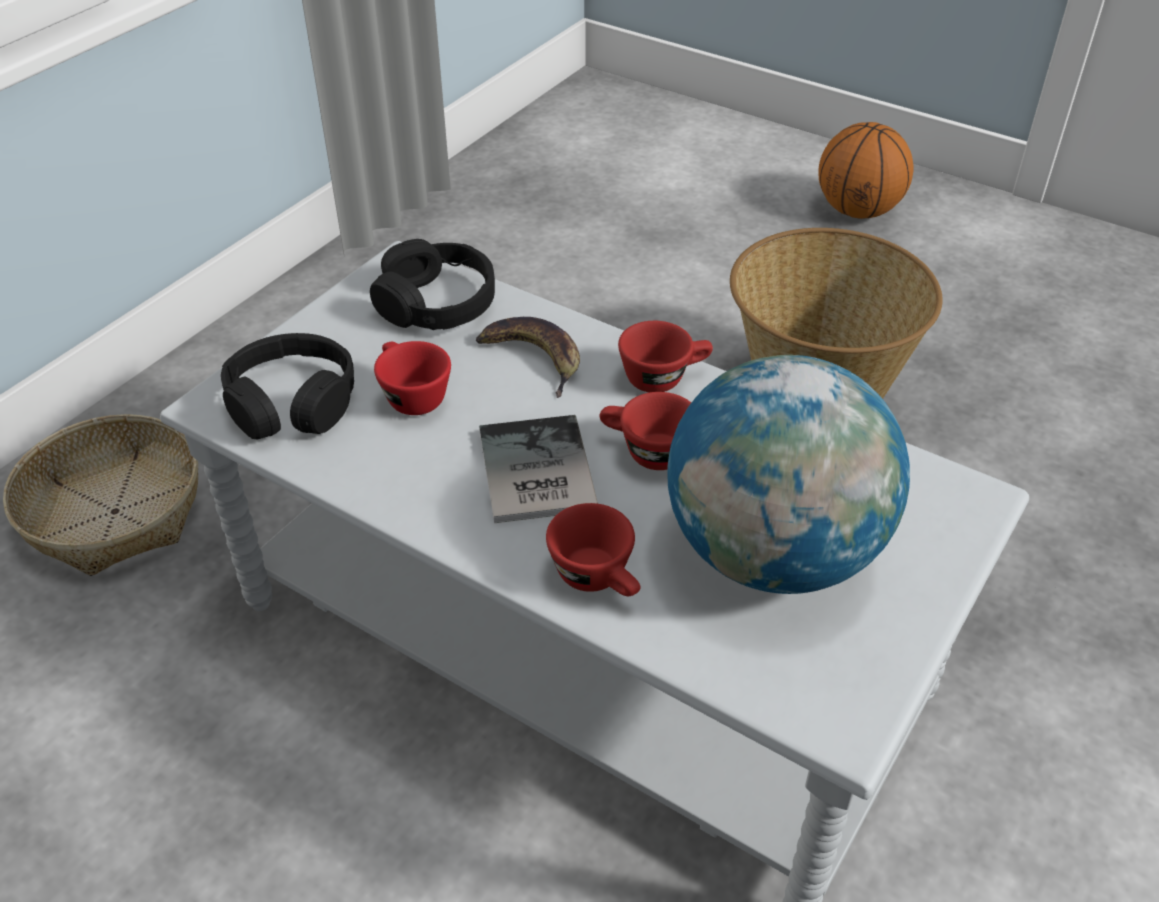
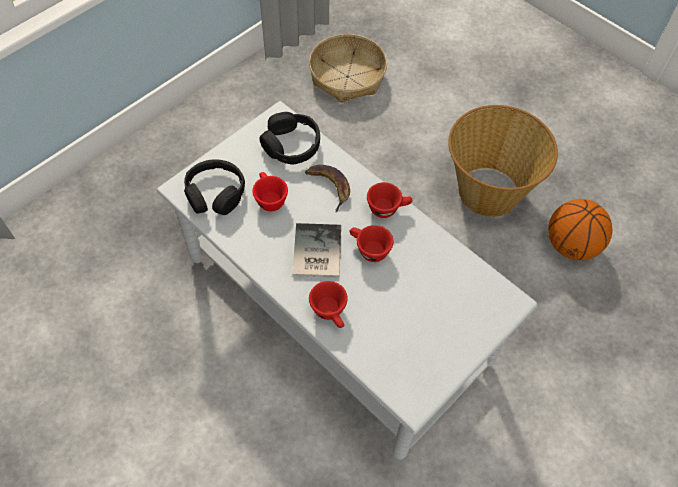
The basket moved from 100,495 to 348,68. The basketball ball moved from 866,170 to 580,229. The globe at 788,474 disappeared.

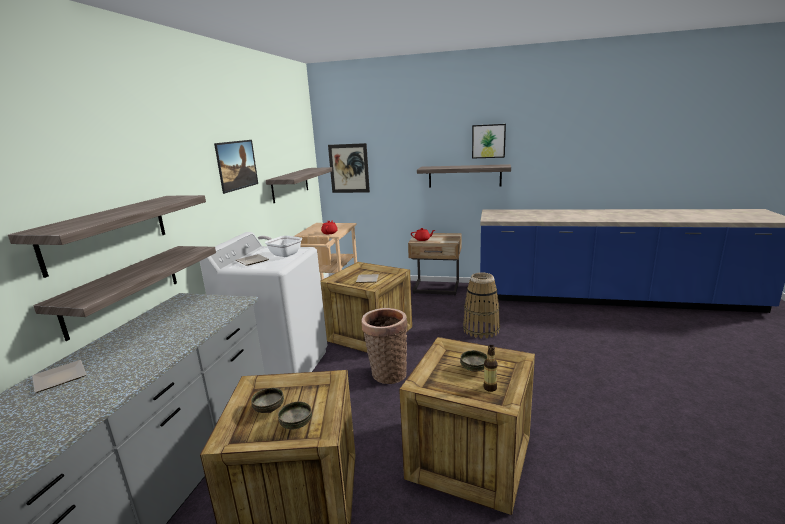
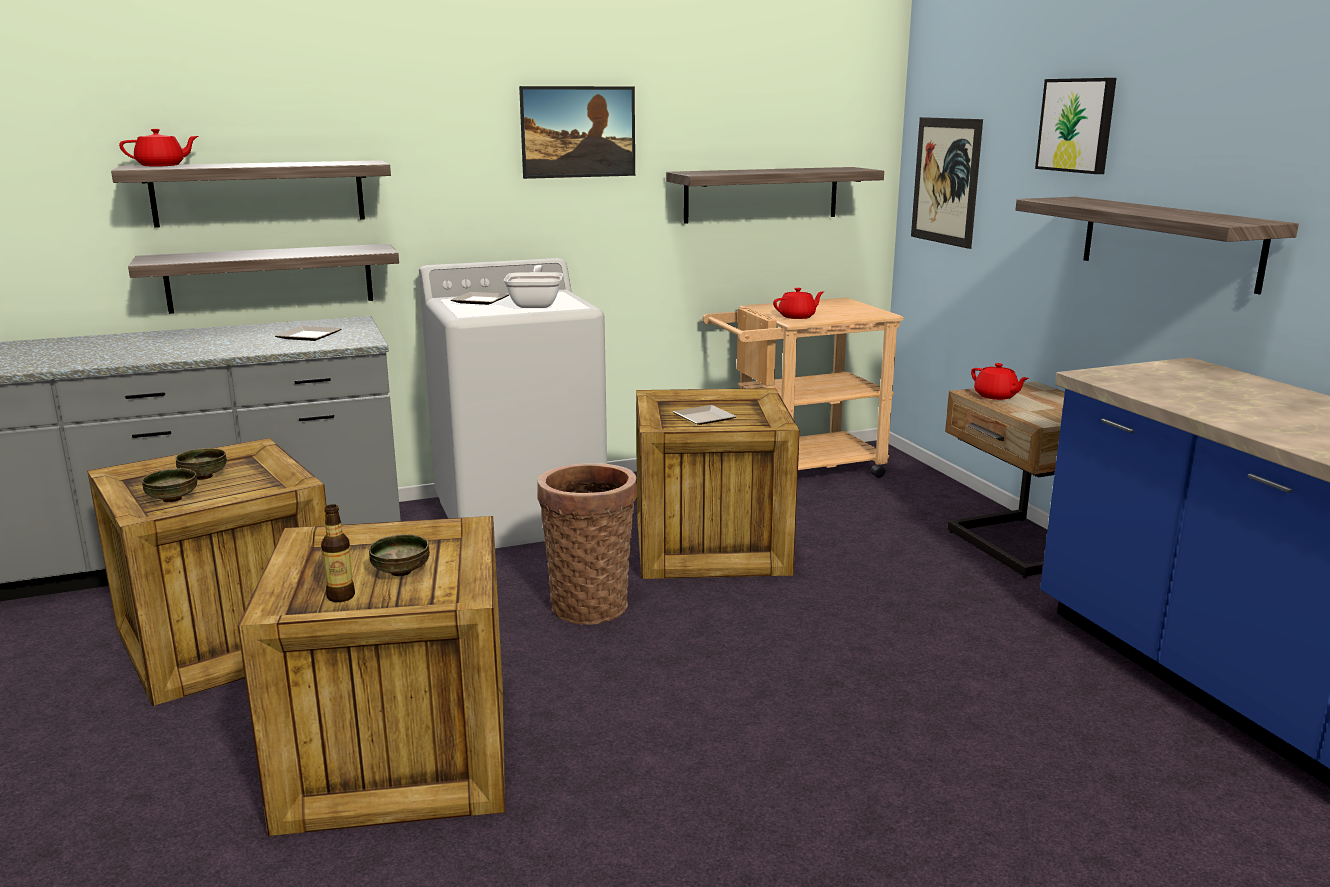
The teapot in red-coloured at 158,148 appeared. The plate moved from 59,376 to 308,333. The wall art moved from 489,141 to 1076,126. The basket at 481,305 disappeared.

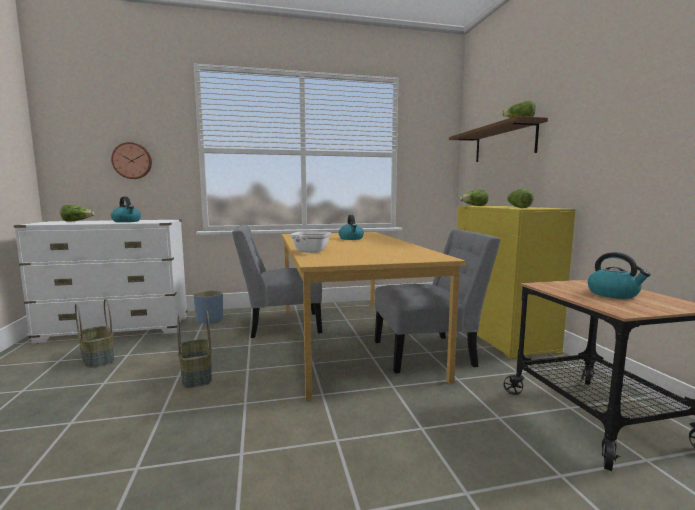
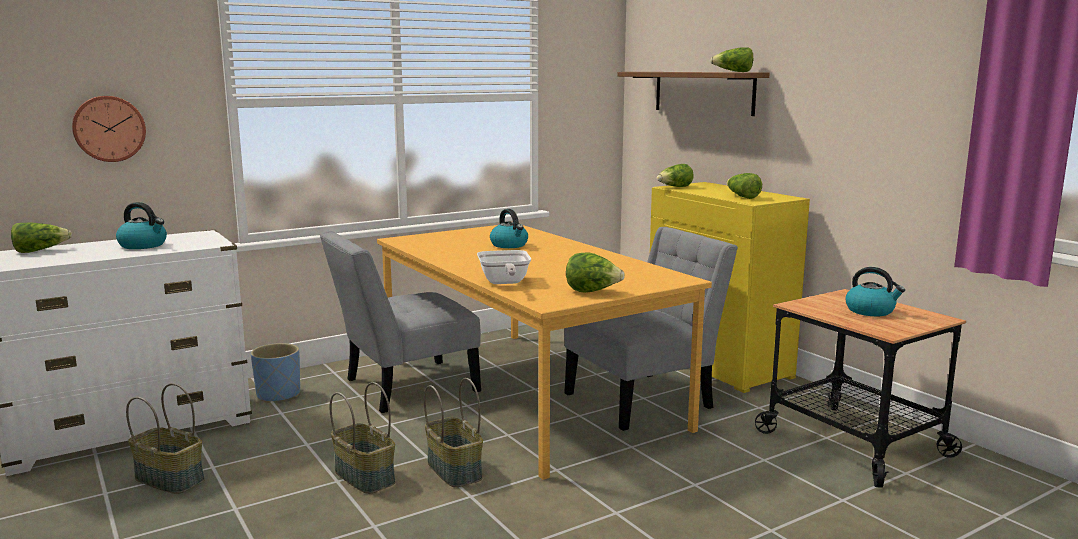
The basket at 453,432 appeared. The lettuce at 595,273 appeared.

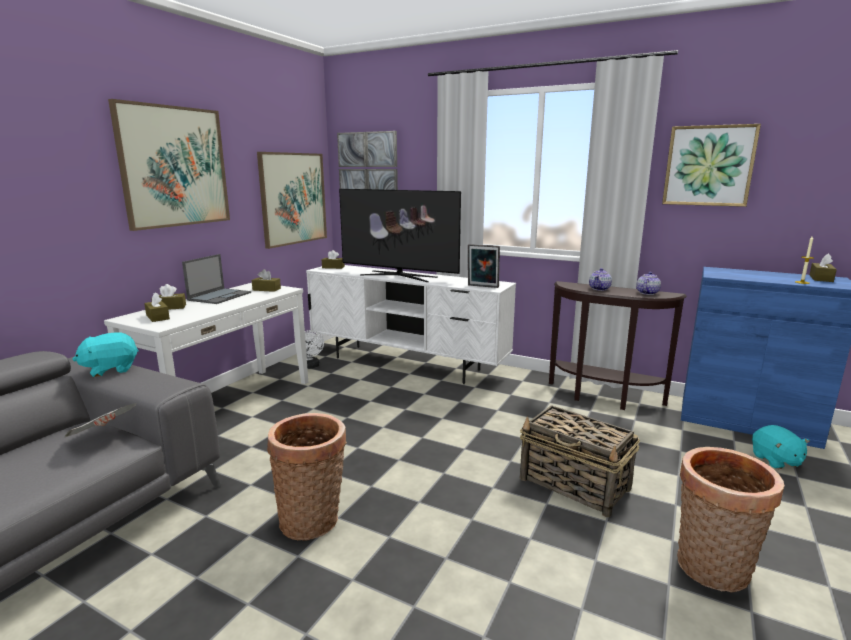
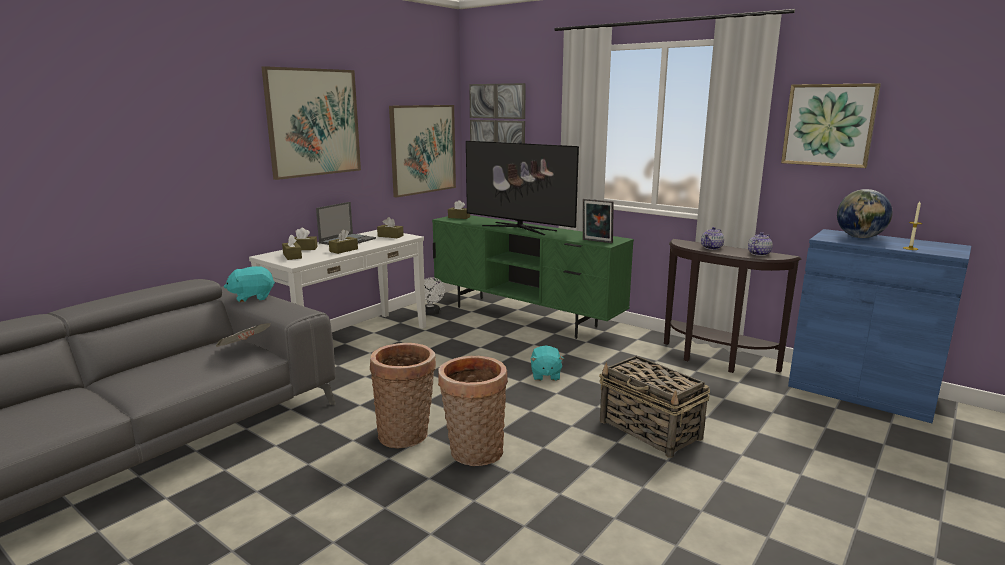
The box of tissues in brownish moved from 823,267 to 343,241. The tv stand in white-coloured at 411,324 became the tv stand in green at 533,277. The basket moved from 730,520 to 473,411. The plush toy in turquoise-coloured moved from 781,447 to 547,363. The globe at 864,213 appeared.

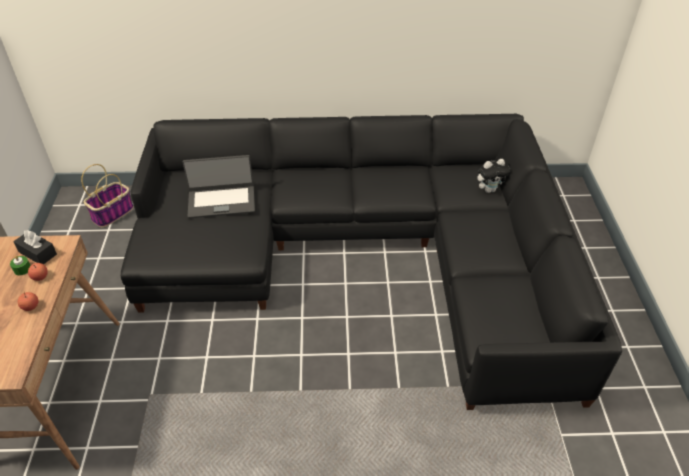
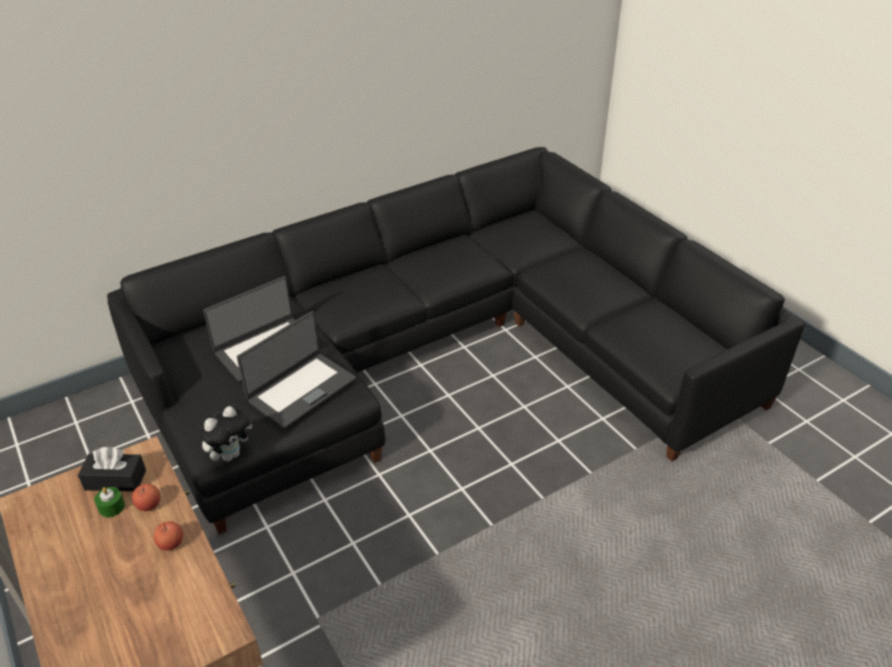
The plush toy moved from 493,176 to 226,434. The notebook computer at 296,370 appeared. The basket at 107,195 disappeared.

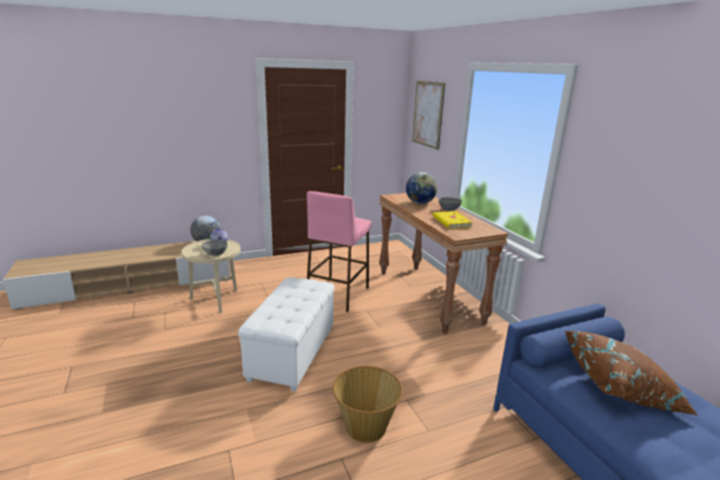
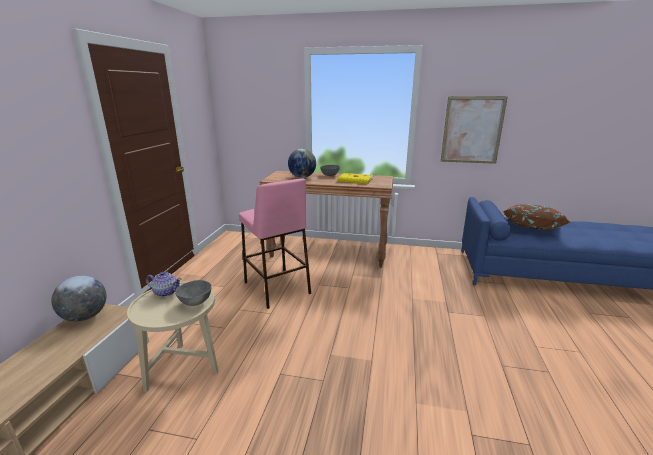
The wall art moved from 428,115 to 474,130. The ottoman in white-coloured at 286,334 disappeared. The basket at 368,404 disappeared.

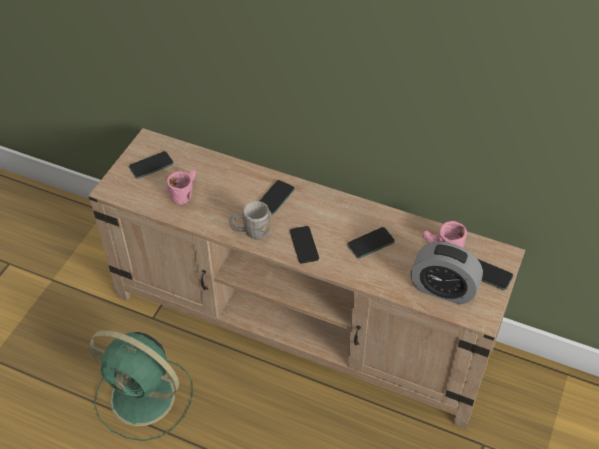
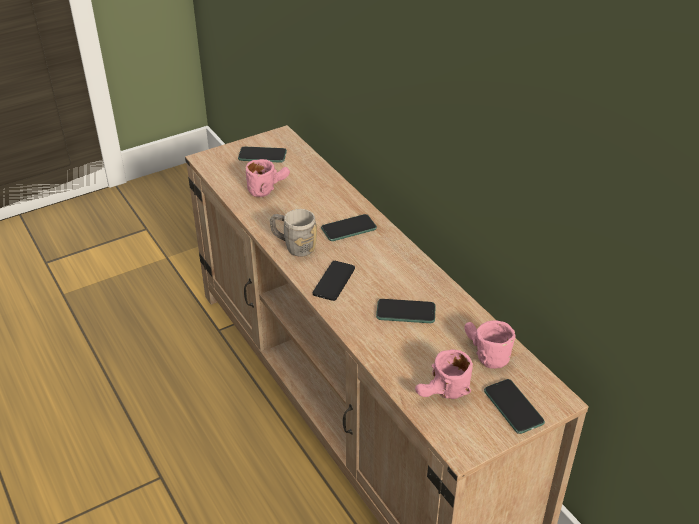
The alarm clock at 447,273 was replaced by the coffee mug in pink-coloured at 444,374. The electric fan in green at 141,385 disappeared.

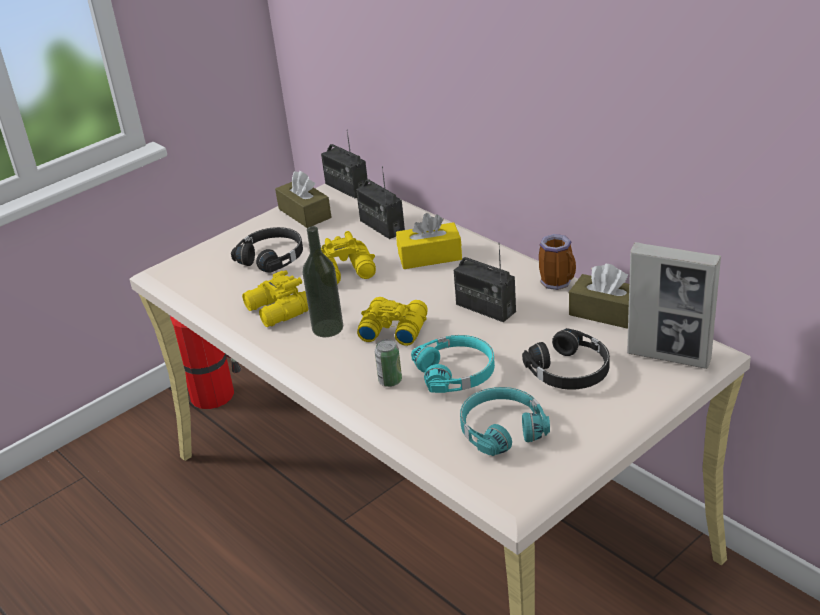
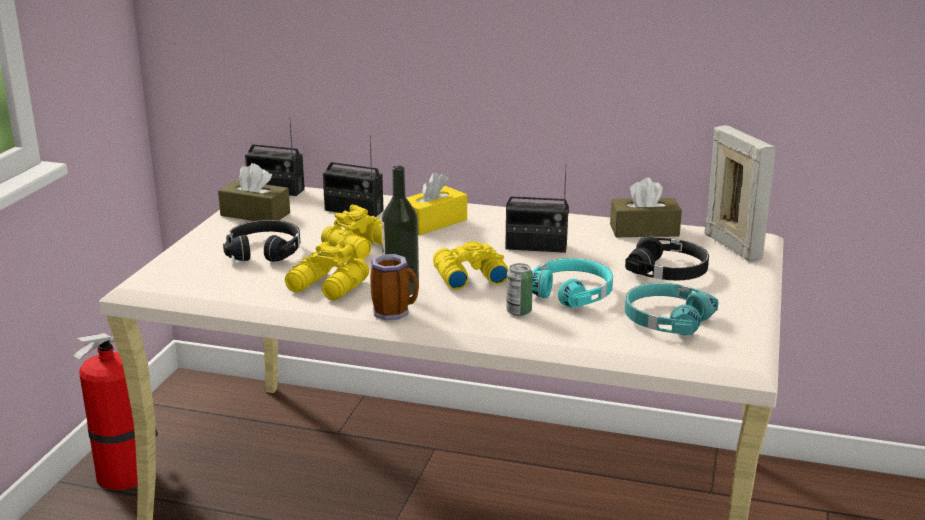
The coffee mug moved from 557,262 to 394,287. The photo frame at 674,305 turned 105 degrees counterclockwise.

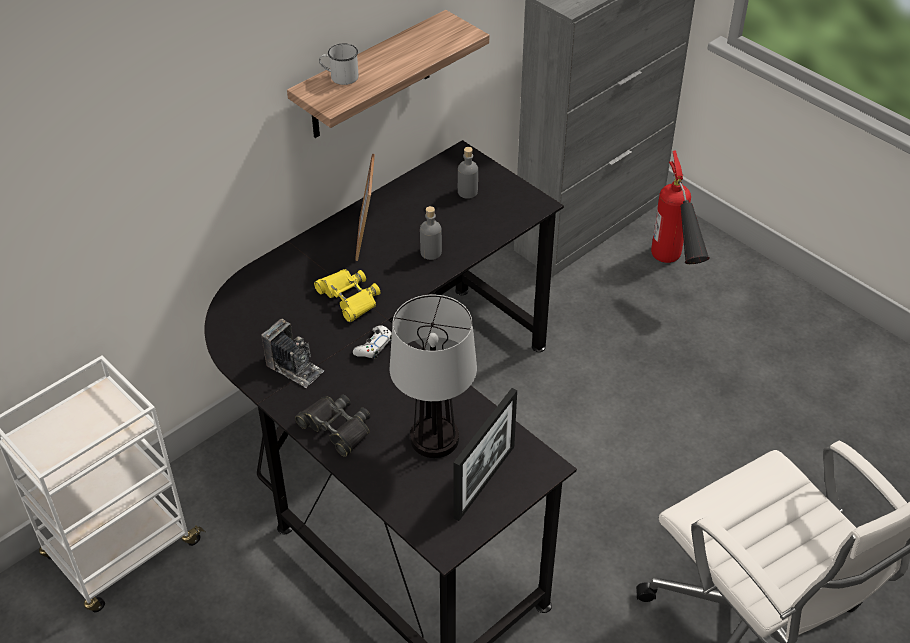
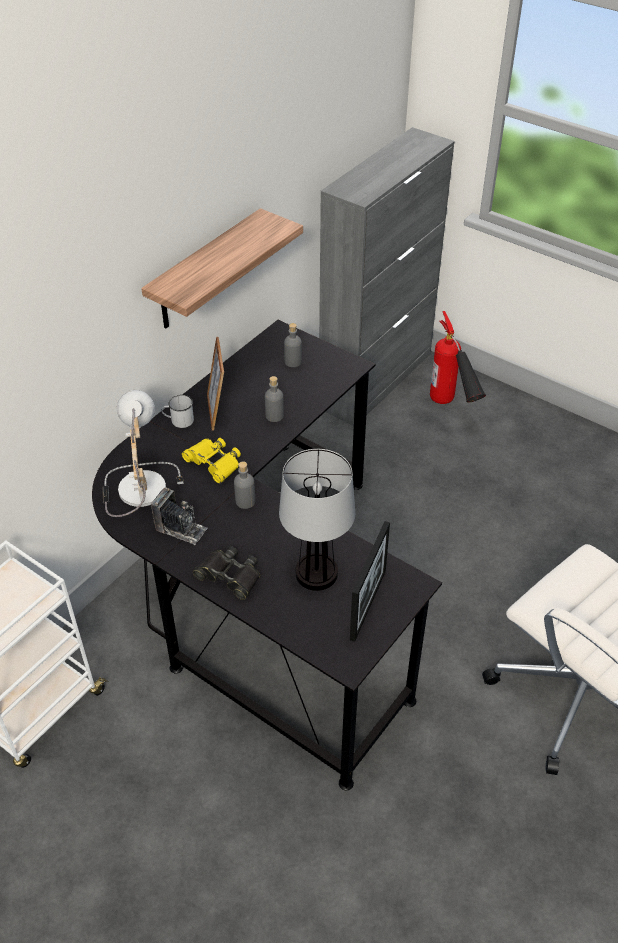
The lamp for a table at 143,453 appeared. The coffee mug in white-coloured moved from 338,64 to 177,411. The gamepad in white-coloured at 372,342 was replaced by the beverage bottle in gray at 244,485.

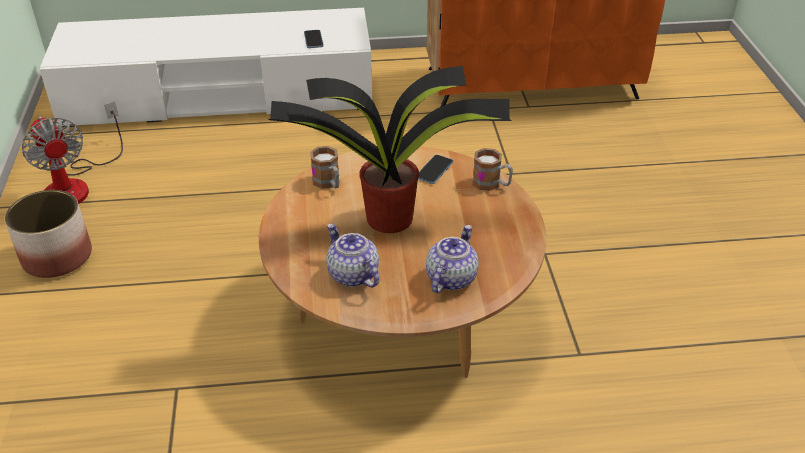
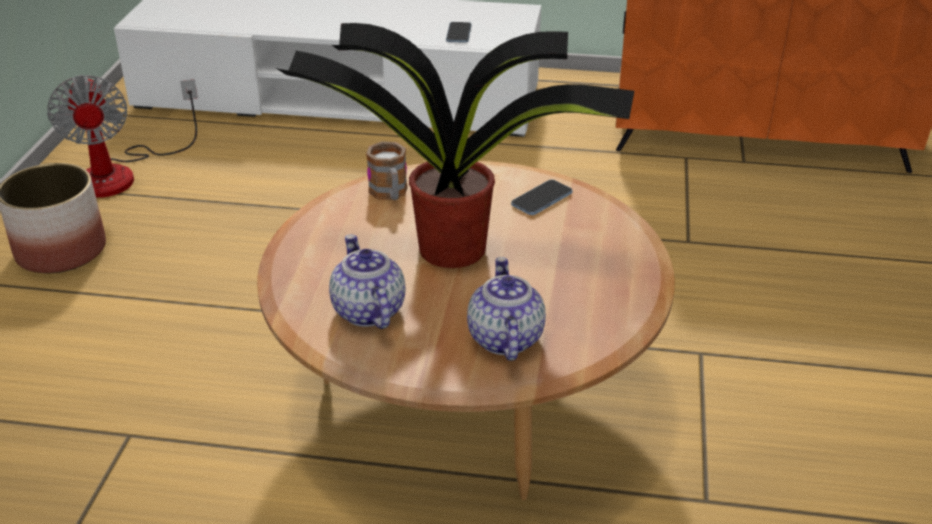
The teapot at 452,259 turned 45 degrees counterclockwise. The coffee mug at 492,169 disappeared.

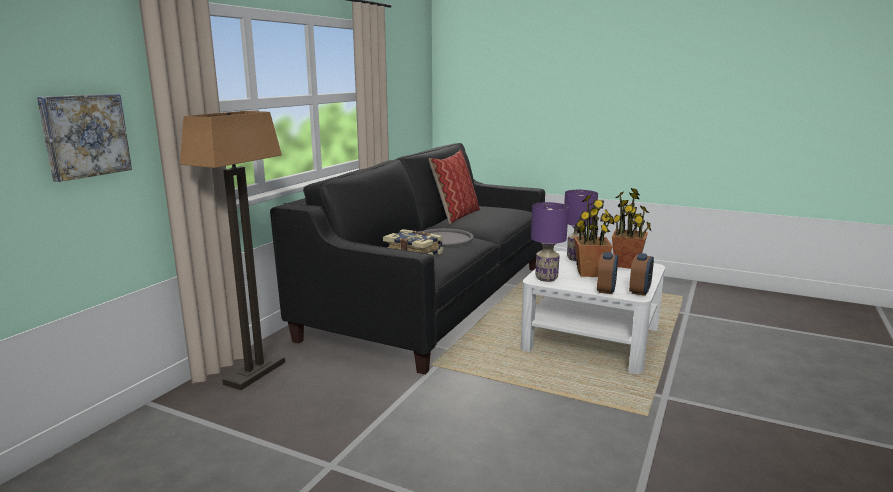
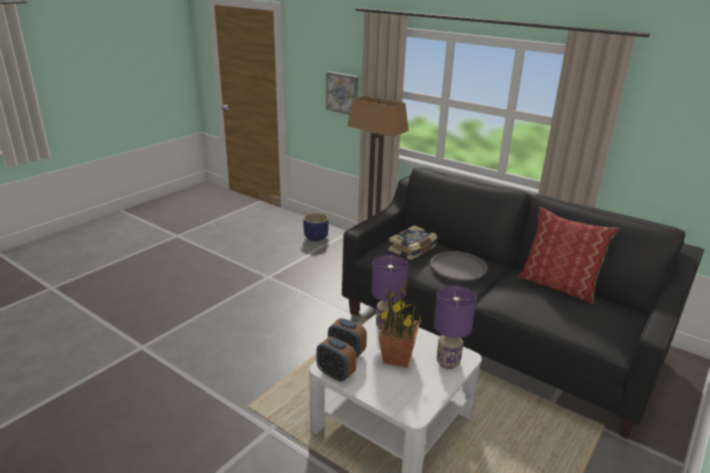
The flower pot at 316,227 appeared. The potted plant at 631,228 disappeared.

